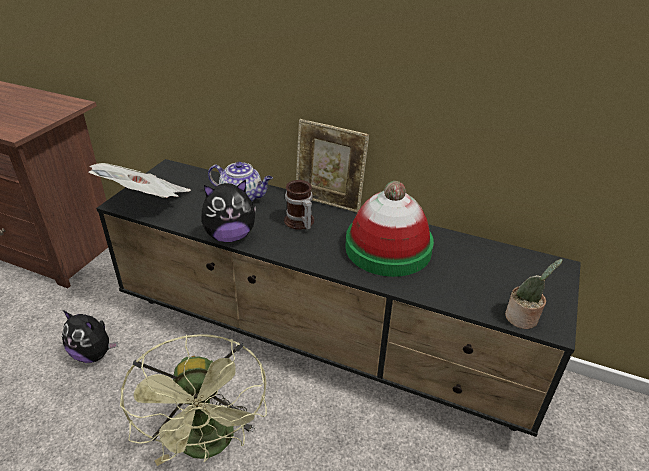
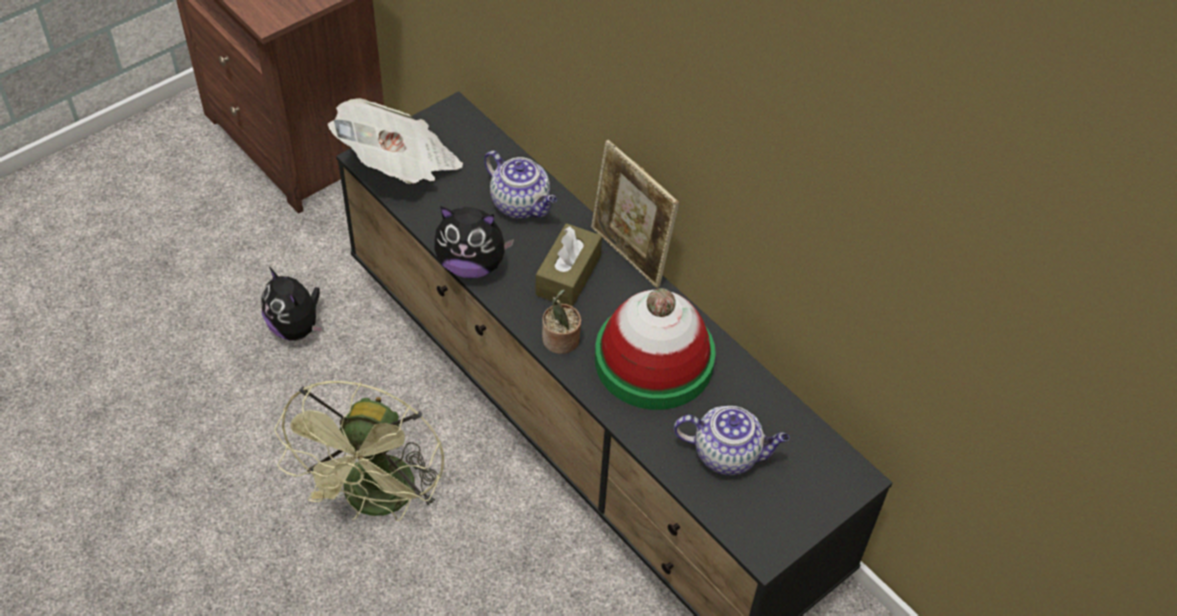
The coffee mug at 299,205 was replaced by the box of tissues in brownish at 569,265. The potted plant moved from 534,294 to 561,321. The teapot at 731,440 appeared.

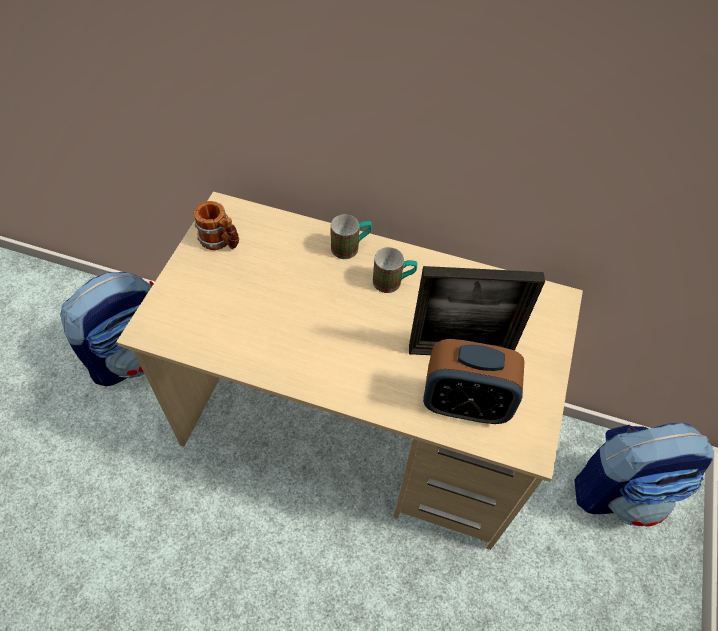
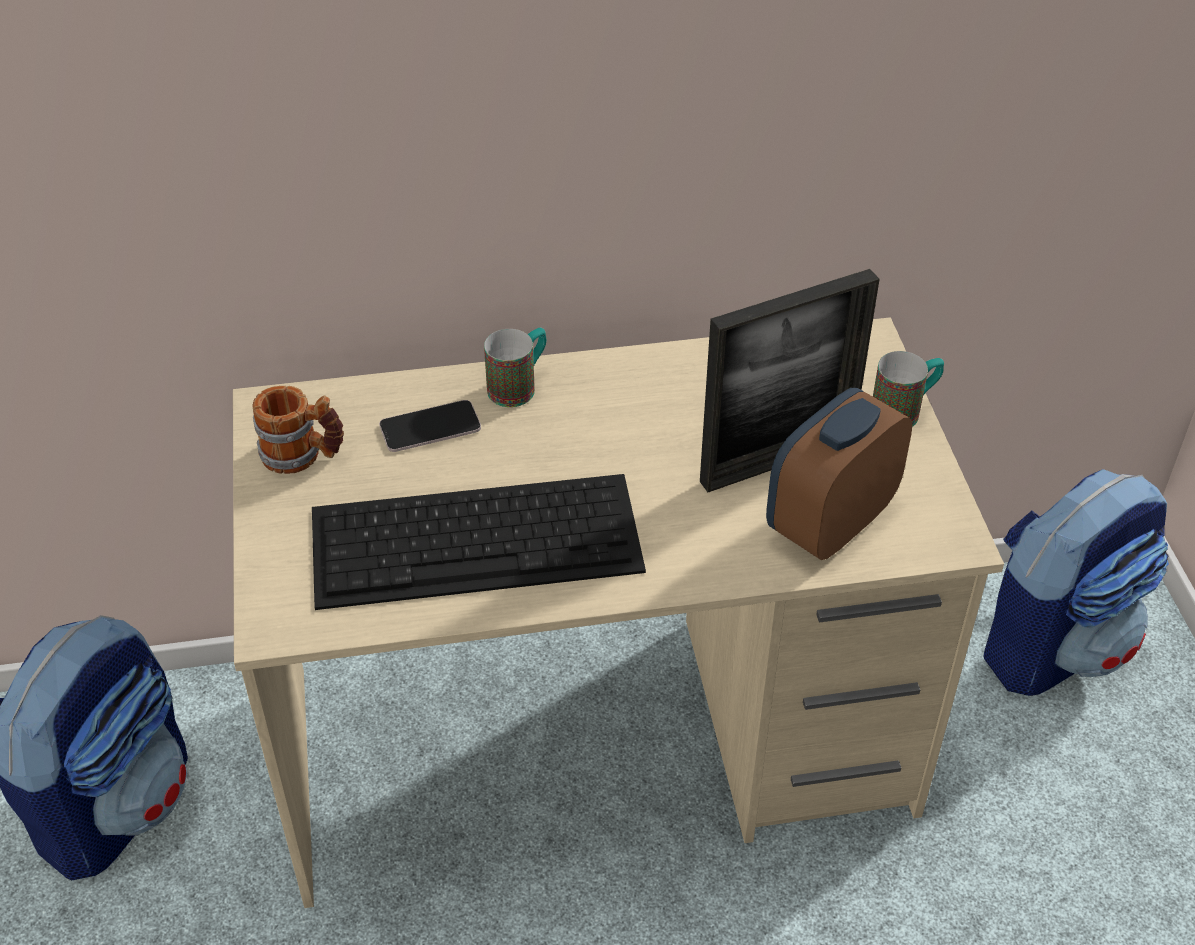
The computer keyboard at 479,542 appeared. The phone at 430,426 appeared. The alarm clock at 473,381 turned 150 degrees clockwise. The coffee mug moved from 395,270 to 908,389.

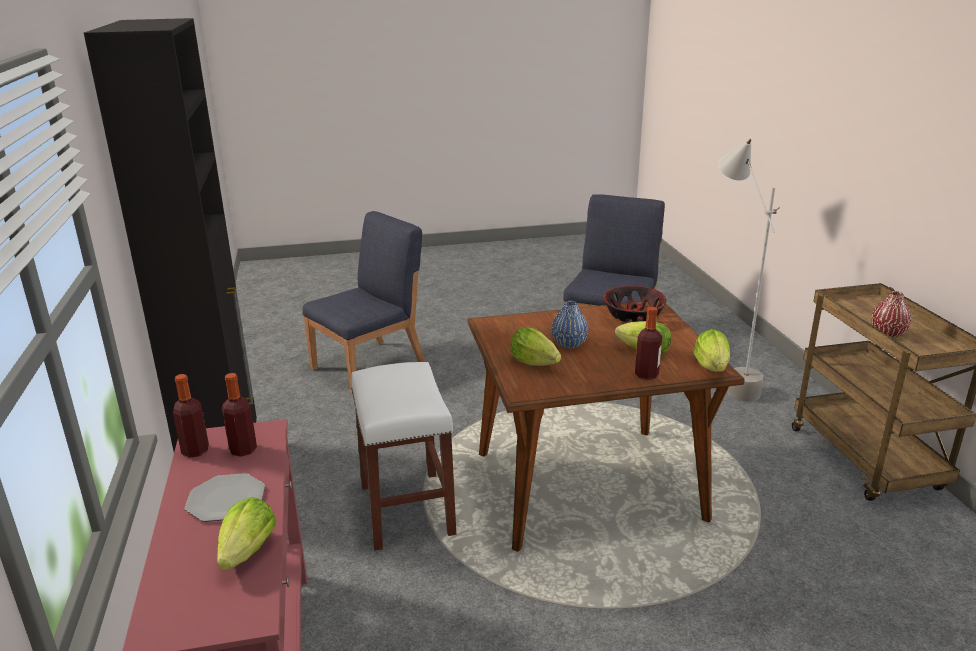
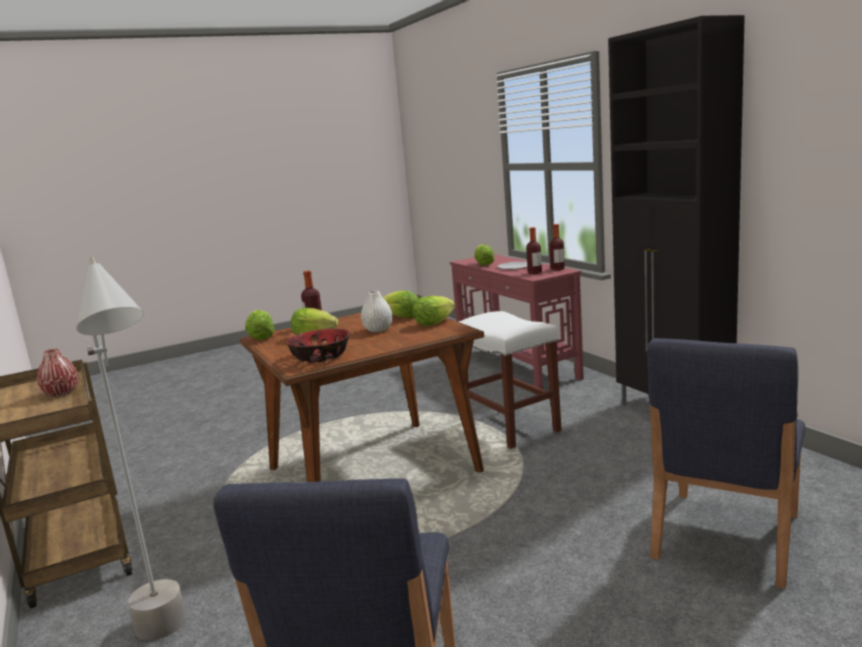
The decorative vase in blue at 570,325 became the decorative vase in white-coloured at 376,311. The lettuce at 434,311 appeared.

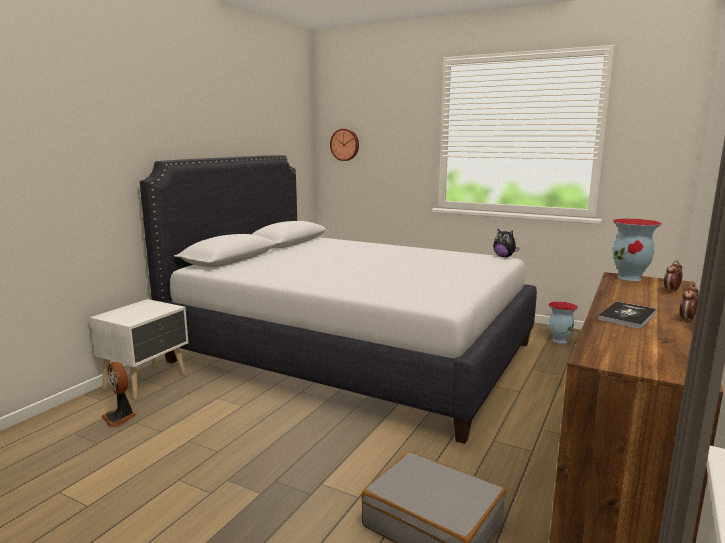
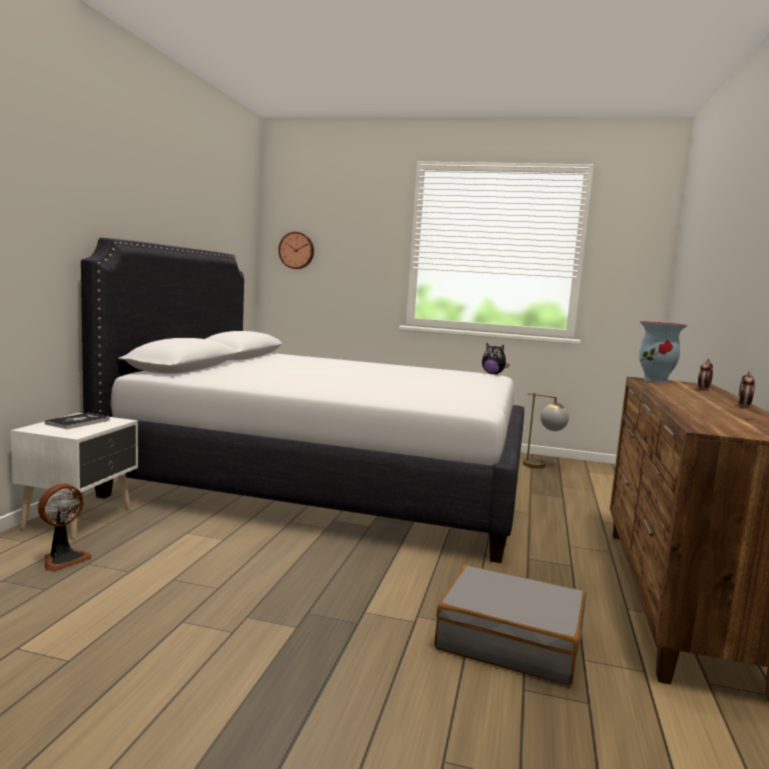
The electric fan at 119,395 turned 90 degrees counterclockwise. The book moved from 627,315 to 77,421. The decorative vase at 563,322 was replaced by the lamp for a table at 546,431.

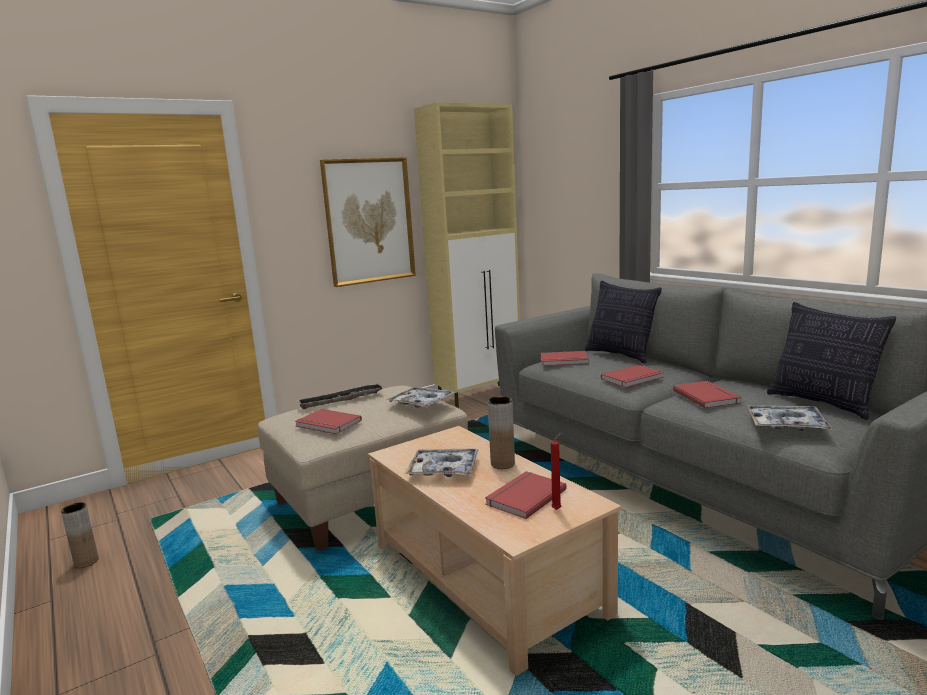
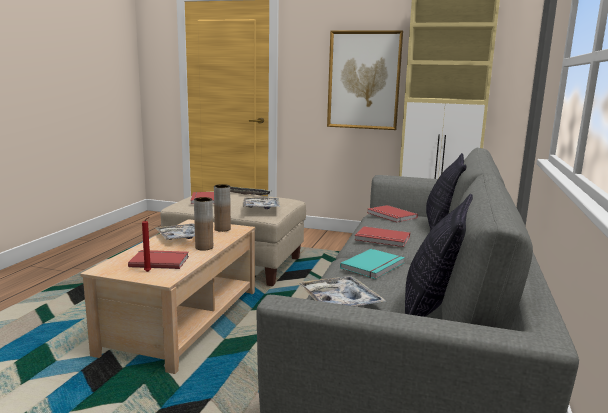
The decorative vase in brownish moved from 80,535 to 222,208. The book in red-coloured at 707,394 became the book in turquoise-coloured at 372,264.

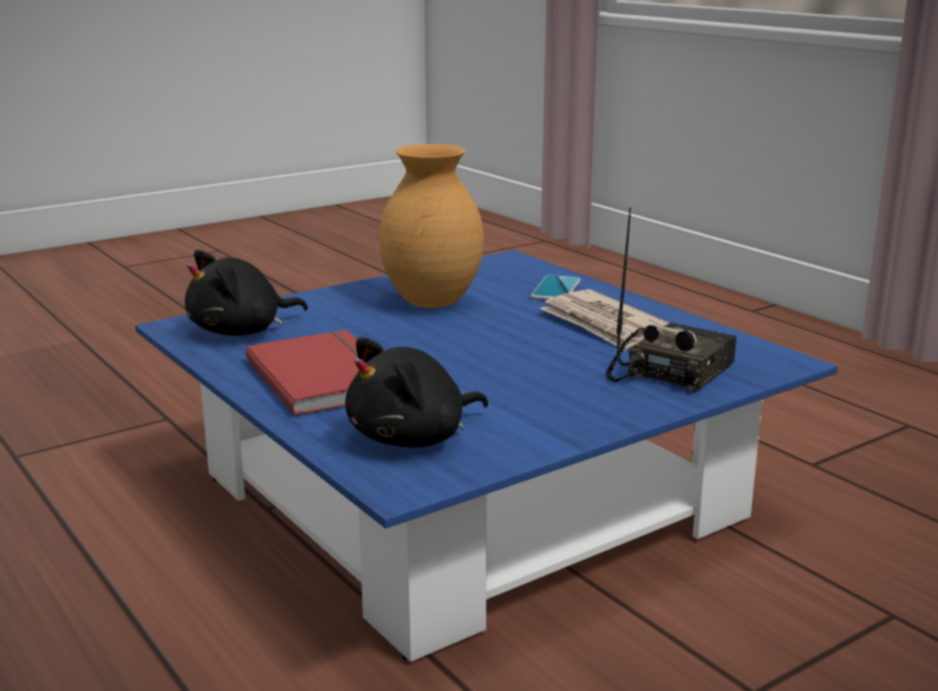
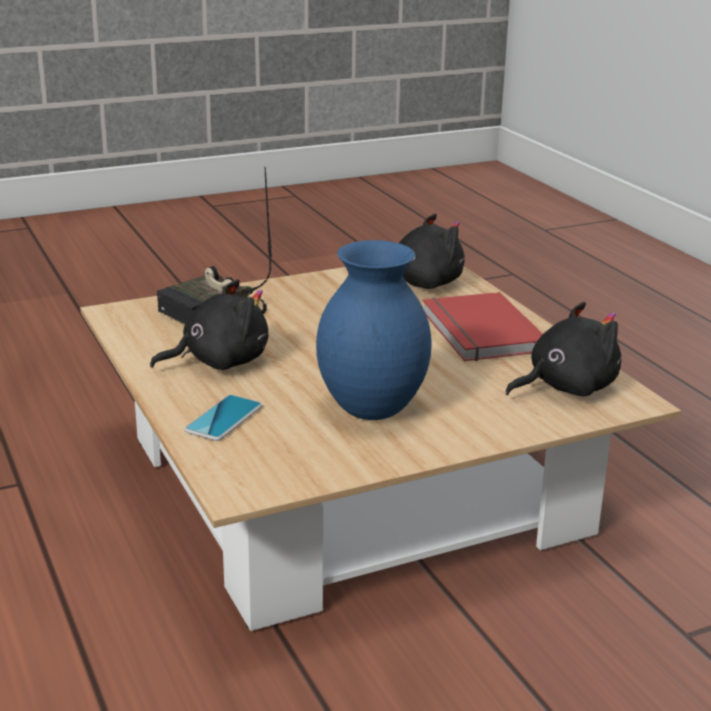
The coffee table in blue at 486,456 became the coffee table in beige-coloured at 380,448. The newspaper at 604,320 was replaced by the plush toy in black-coloured at 209,324. The decorative vase in brownish at 431,226 became the decorative vase in blue at 374,330.

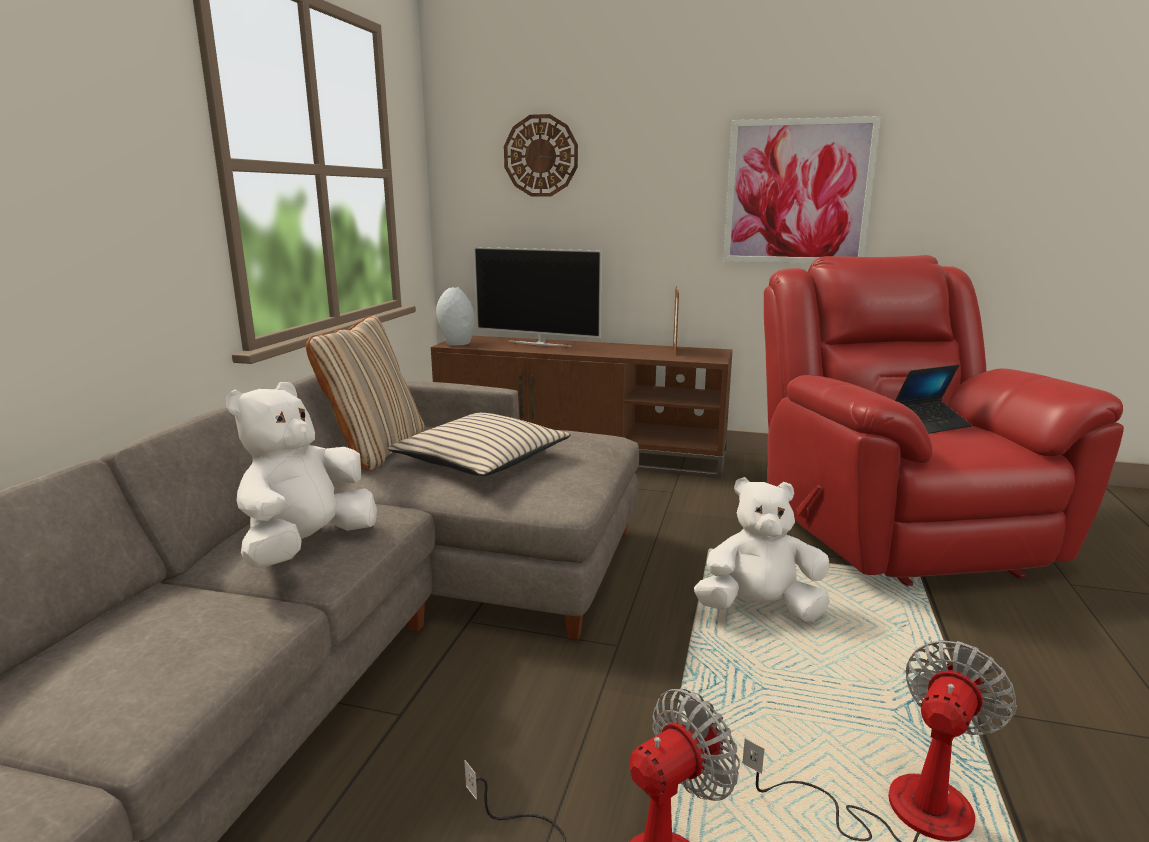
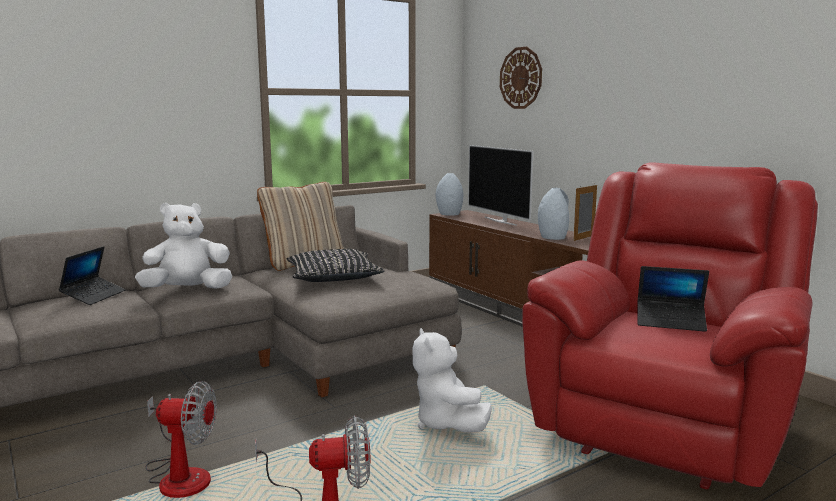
The notebook computer at 92,275 appeared. The cushion in beige-coloured at 479,444 became the cushion in black-coloured at 336,265. The plush toy in white-coloured at 762,549 turned 150 degrees counterclockwise. The decorative vase in gray at 553,214 appeared. The wall art at 802,189 disappeared.

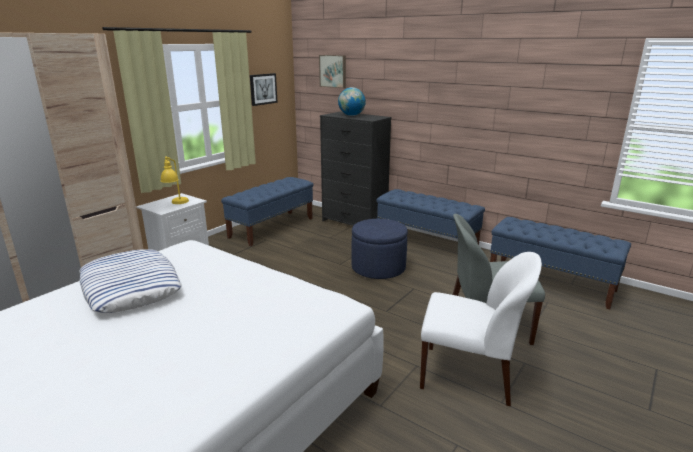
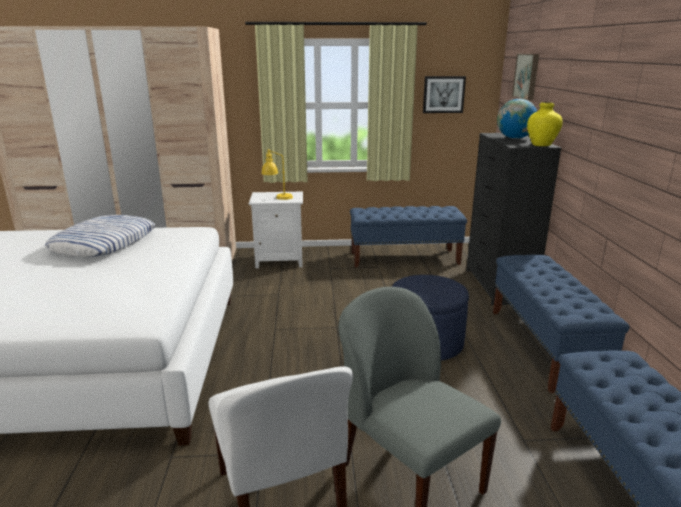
The decorative vase in yellow-coloured at 545,124 appeared.

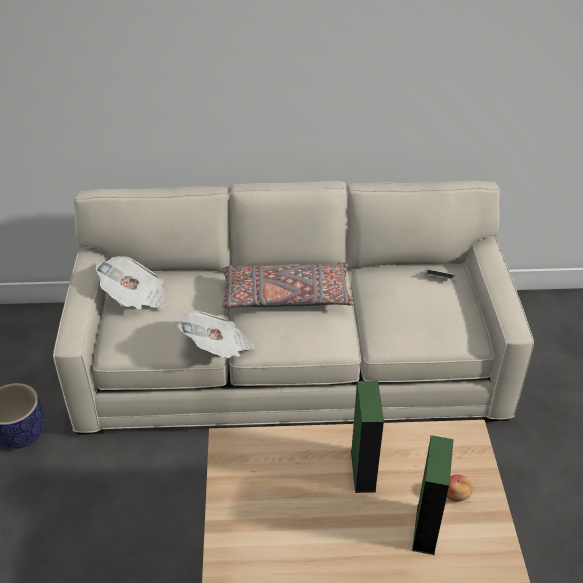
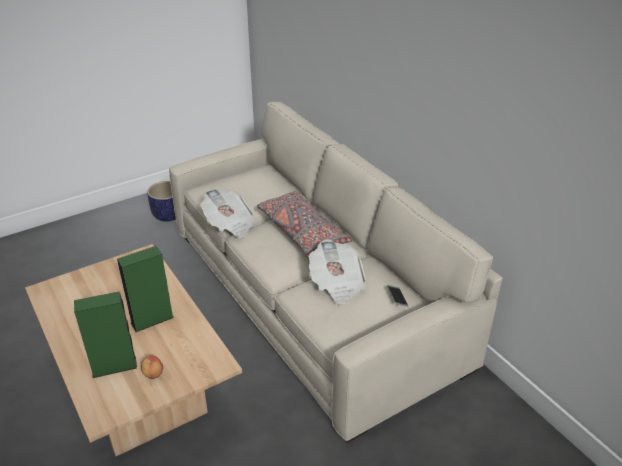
The newspaper moved from 131,283 to 338,272.

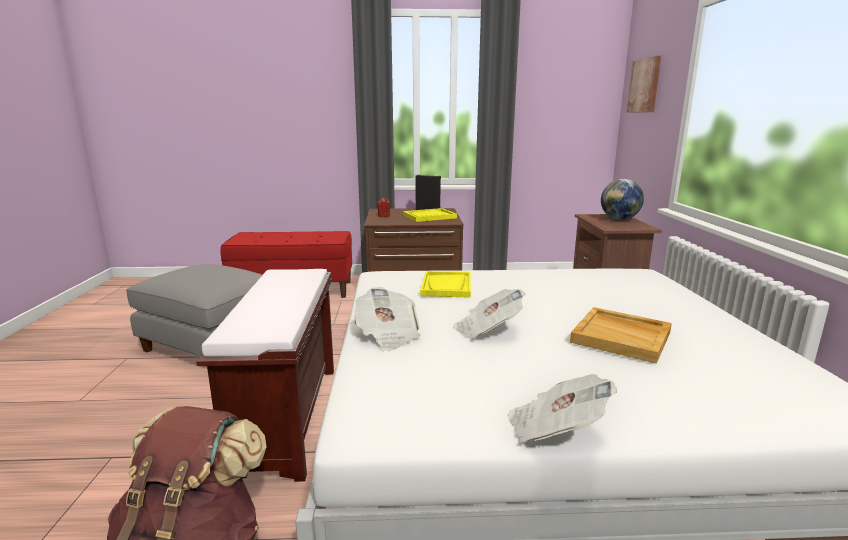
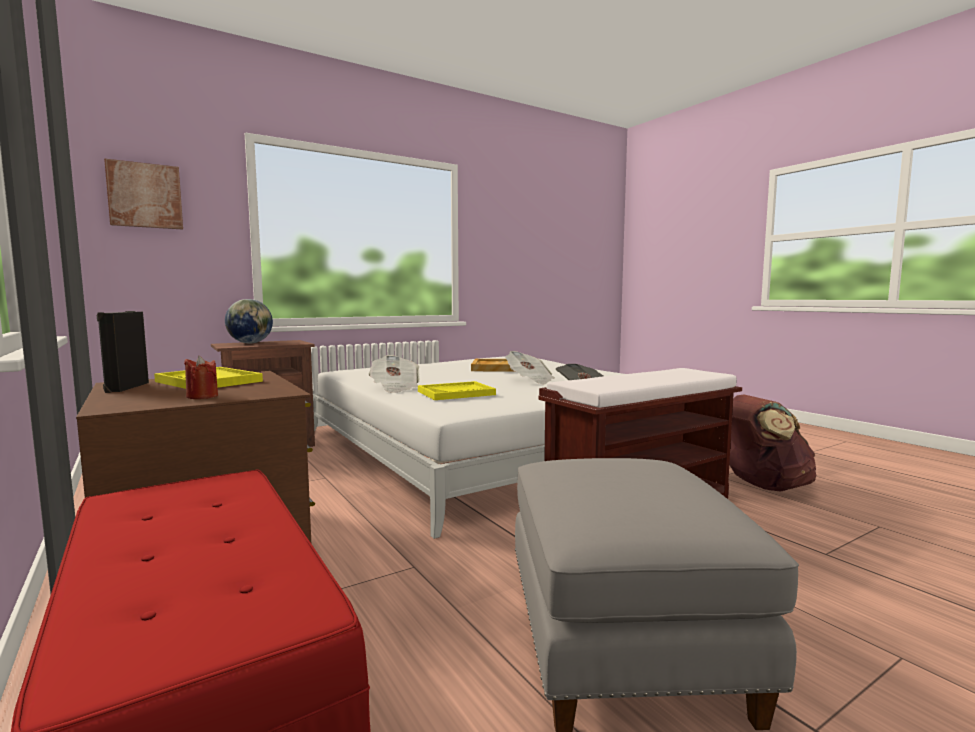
The newspaper moved from 562,408 to 394,374.

